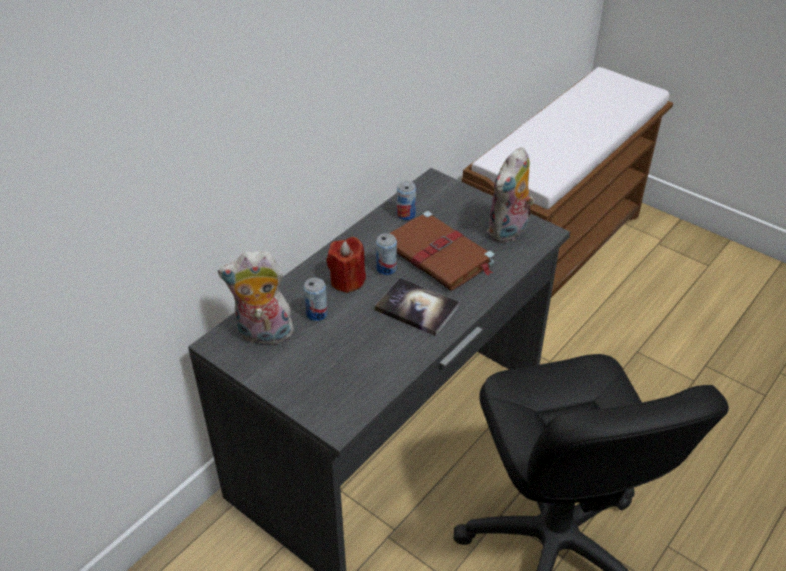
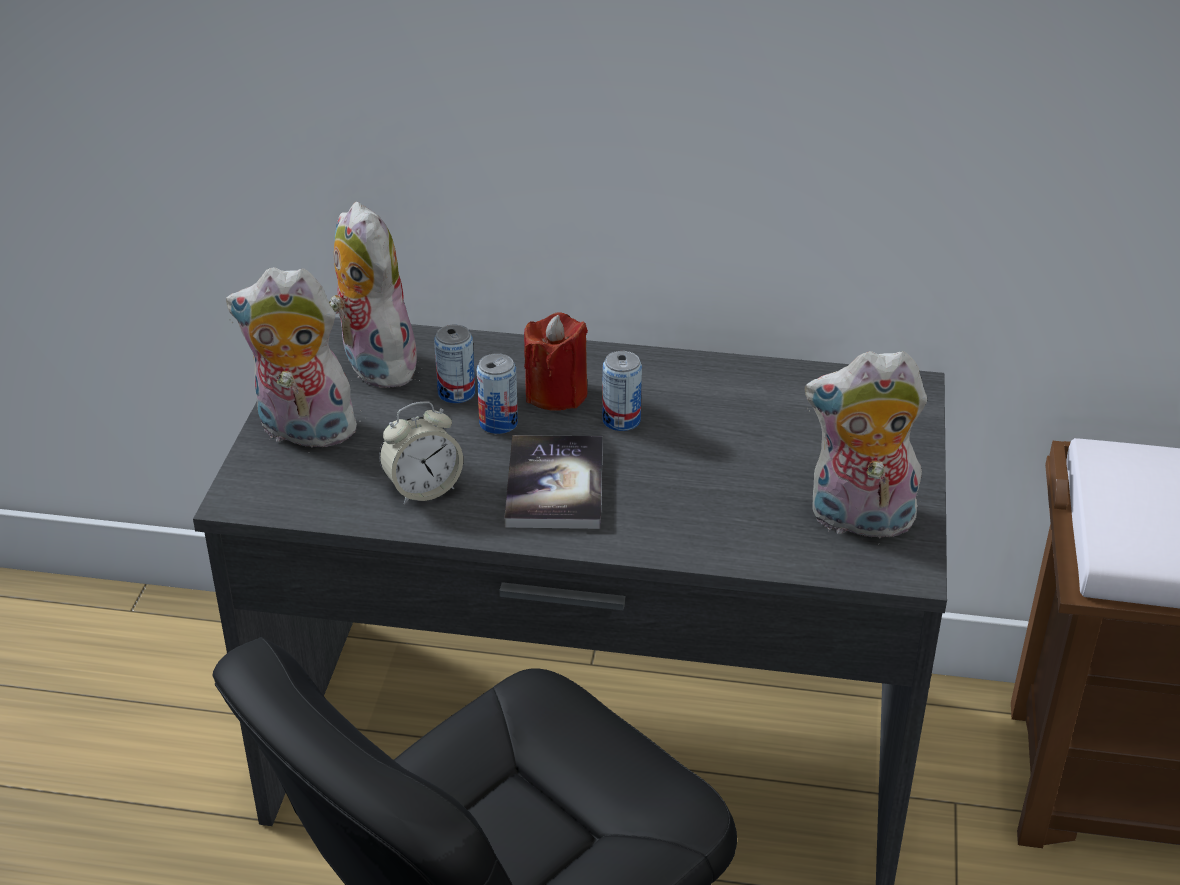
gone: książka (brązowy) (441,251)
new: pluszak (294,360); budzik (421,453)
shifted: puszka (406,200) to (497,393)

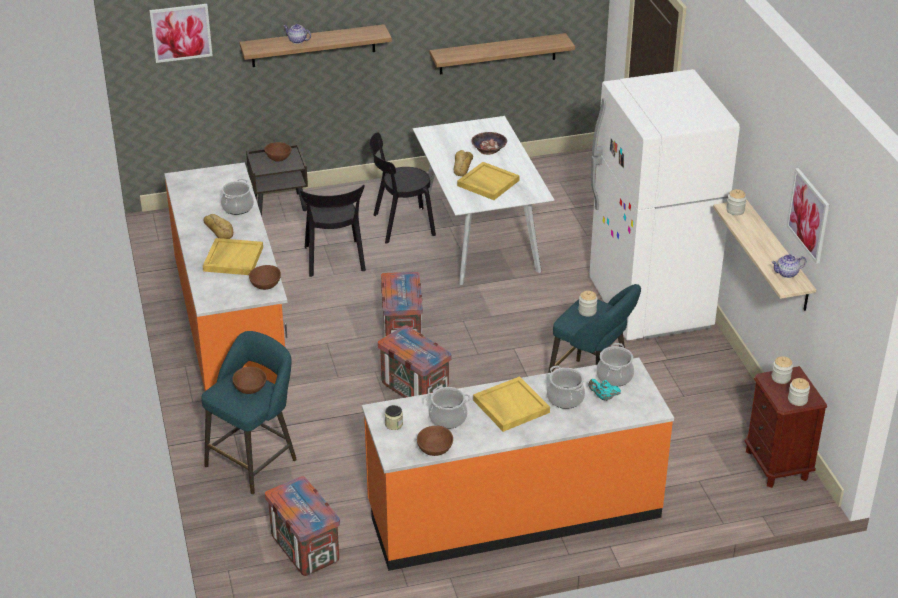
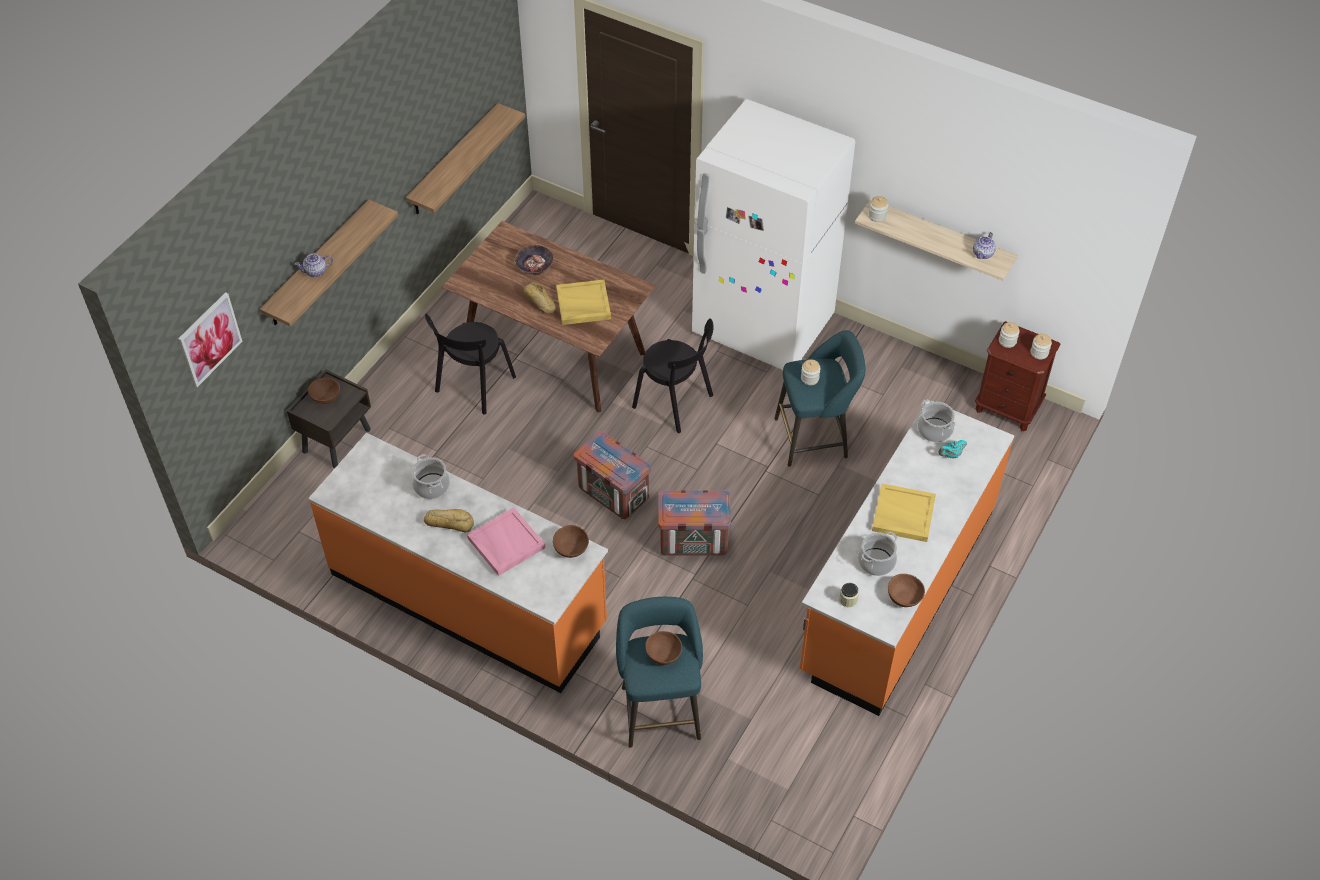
gone: skrzynka (302,526); garnek (566,387); obraz (808,216)
shifted: krzesło (czarny) (333,231) to (673,375)
repainted: taca (żółty) (233,256) to taca (różowy) (506,541); stół jadalny (biały) (483,200) to stół jadalny (brązowy) (548,317)

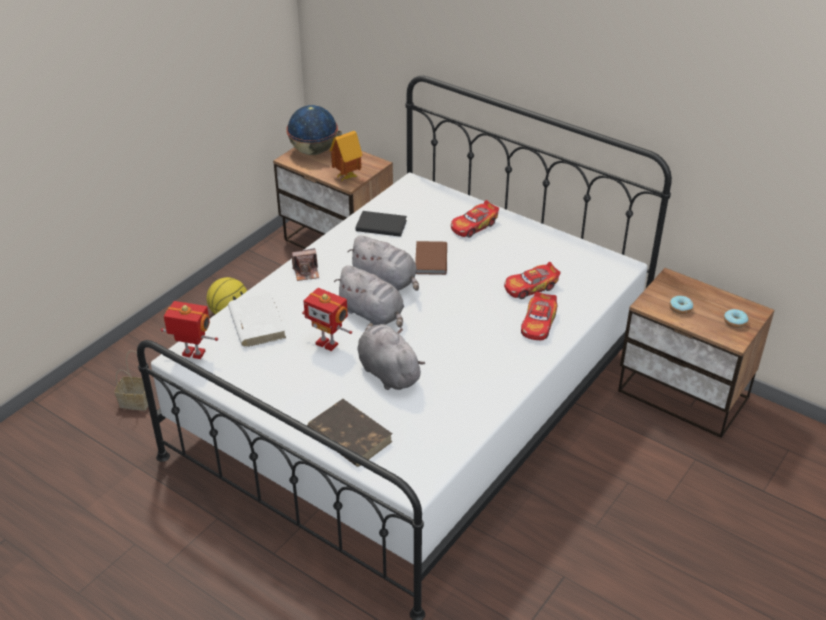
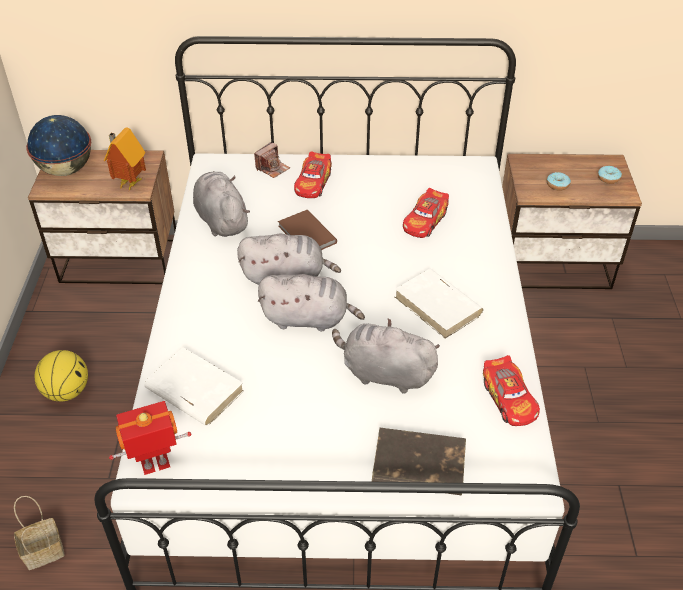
gone: robot zabawkowy (327,319)
new: książka (biały) (439,304)
shifted: aparat fotograficzny (305,264) to (272,160); samochodzik (539,316) to (511,390)
swapped: książka (czarny) (381,224) to pluszak (szary) (221,204)

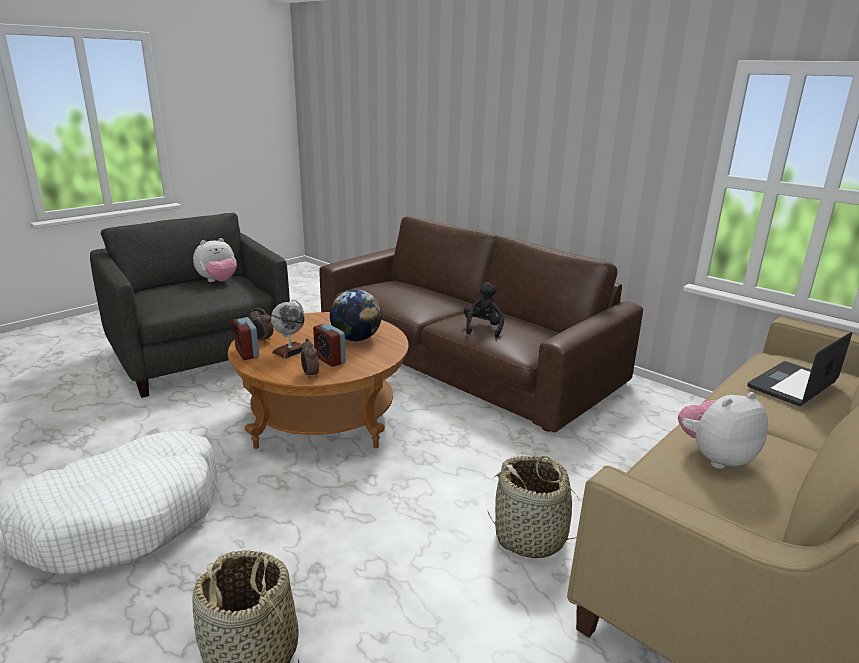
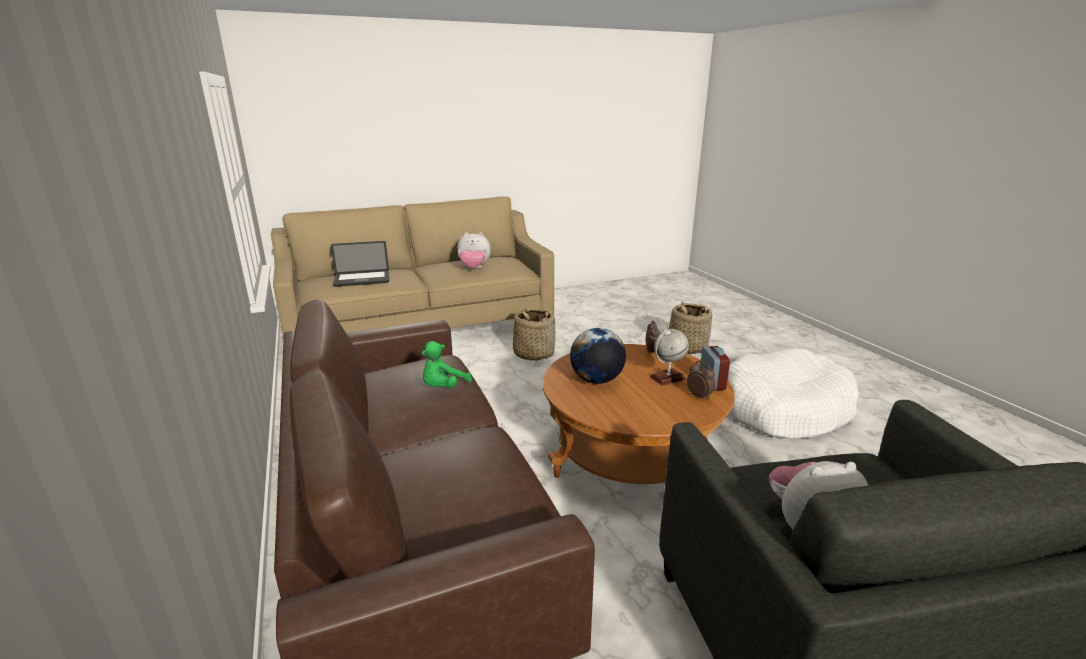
gone: budzik (329,345)
repainted: pluszak (czarny) (484,310) to pluszak (zielony) (446,364)

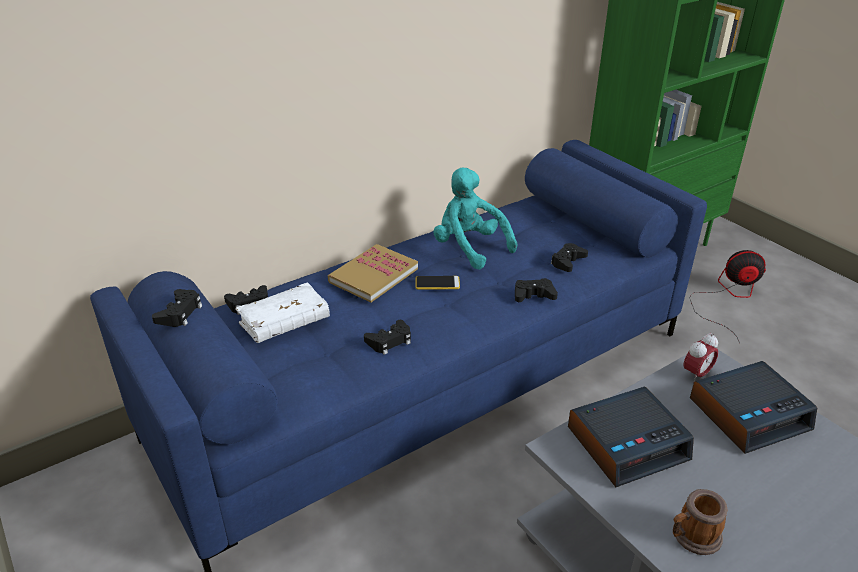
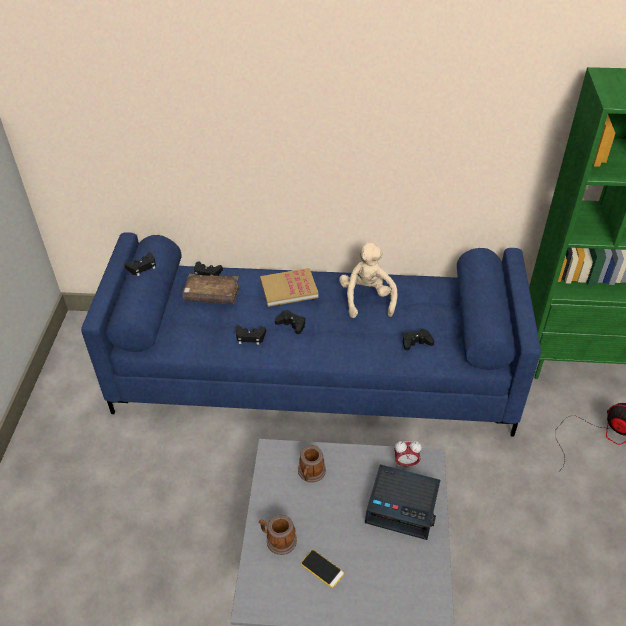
shifted: telefon (437,283) to (322,569); pad do gier (czarny) (536,290) to (290,322)
swapped: budzik (631,436) to kubek (312,464)
repainted: książka (biały) (282,313) to książka (brązowy) (211,289); pluszak (turkusowy) (475,218) to pluszak (beżowy) (368,280)

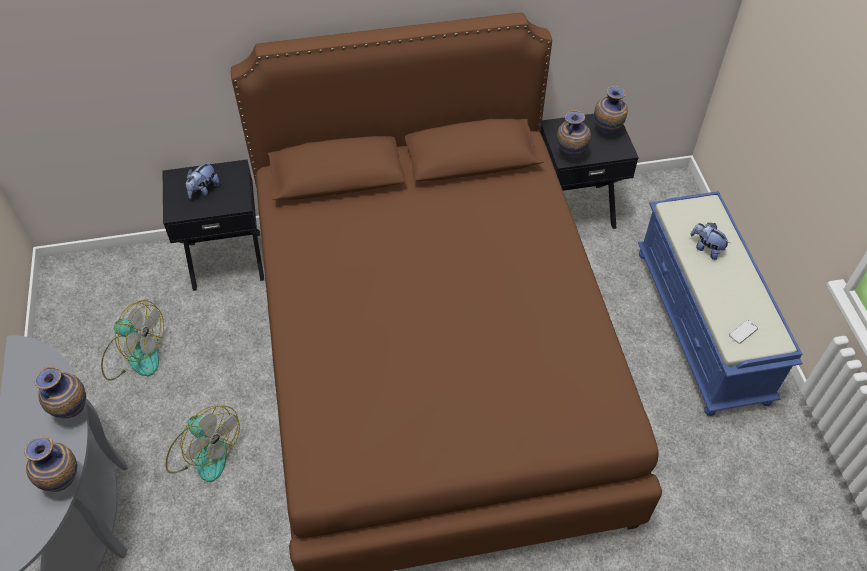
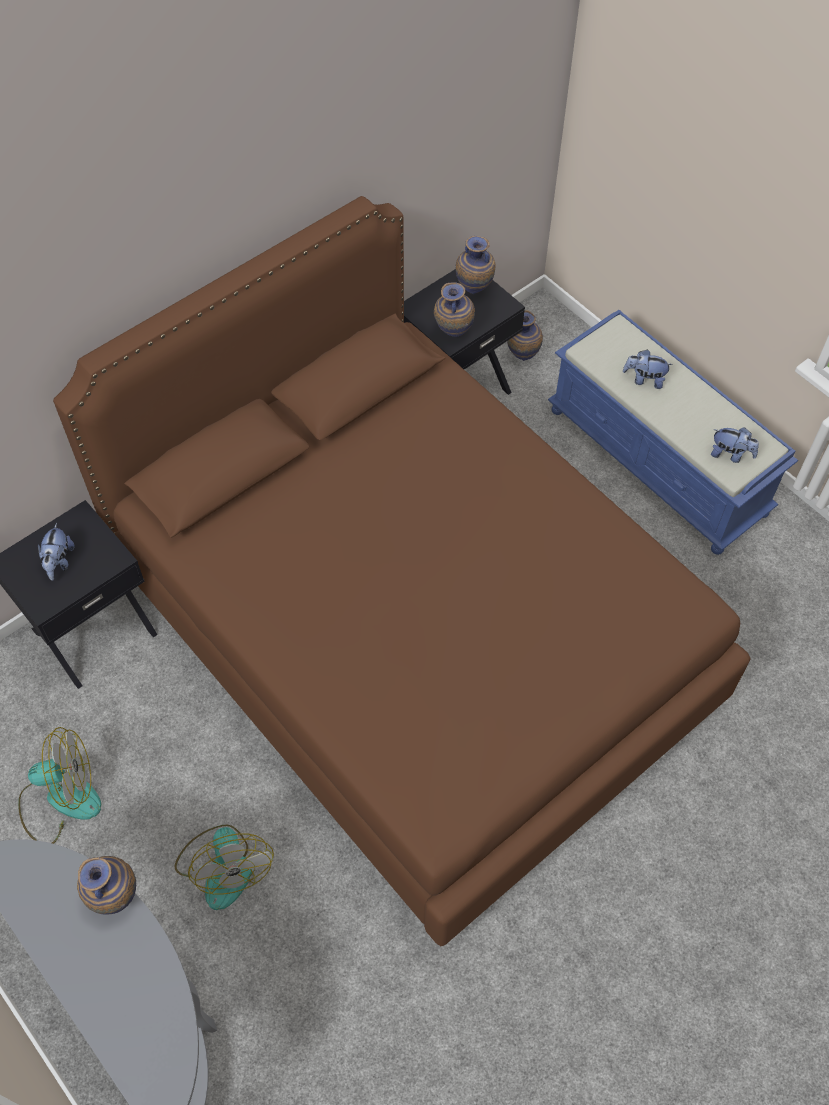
shifted: wazon (50,464) to (525,335)
swapped: telefon (743,332) to pluszak (735,445)
rotated: wentylator (203,443) = (224,867) 60 degrees clockwise

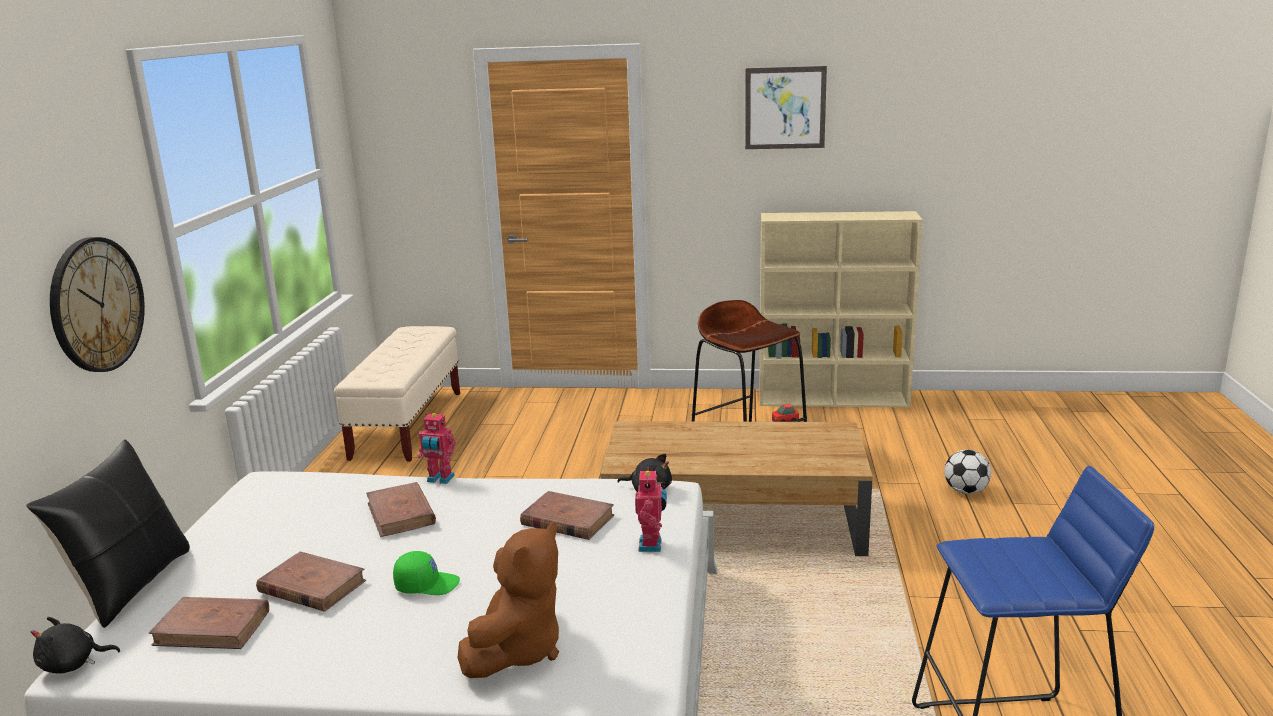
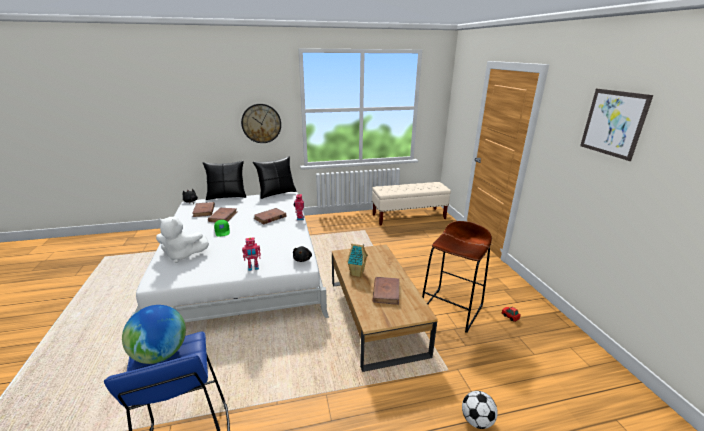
gone: regał (beżowy) (841,309)
new: globus (154,334); poduszka (czarny) (274,177); domek (357,260)
shifted: książka (brązowy) (567,515) to (386,291)
repainted: pluszak (brązowy) (508,600) to pluszak (biały) (182,240)

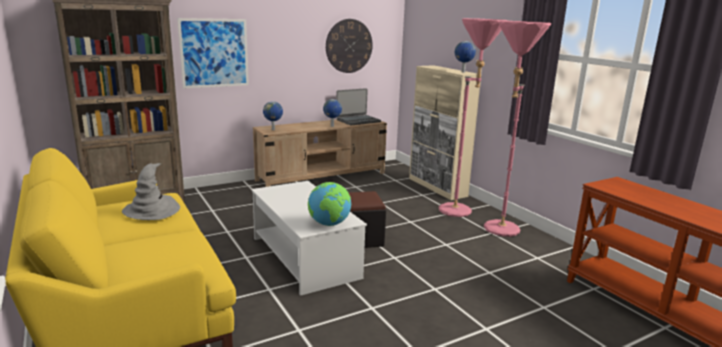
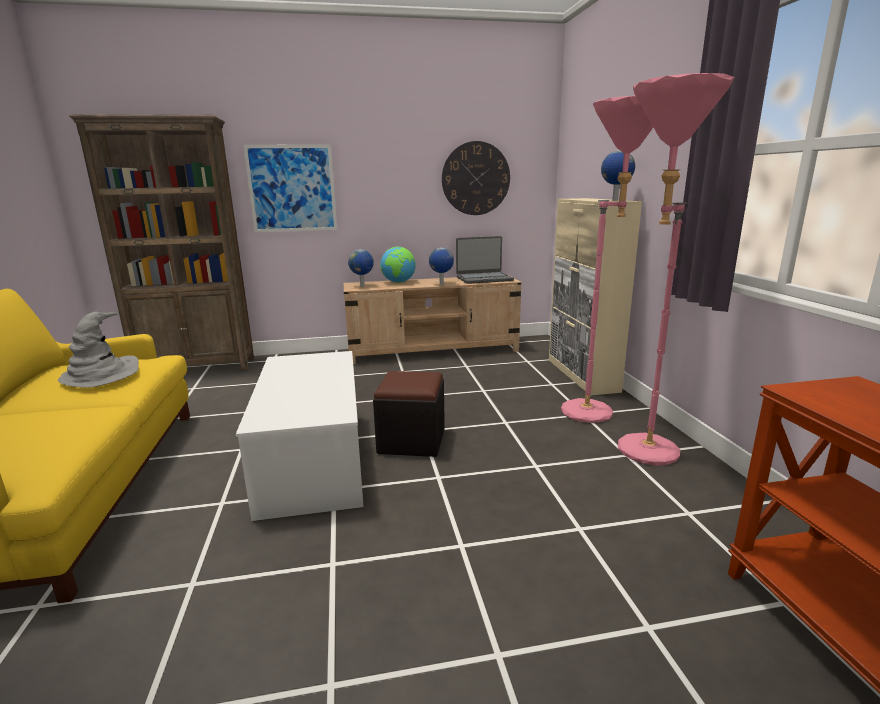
shifted: globus (329,204) to (398,265)

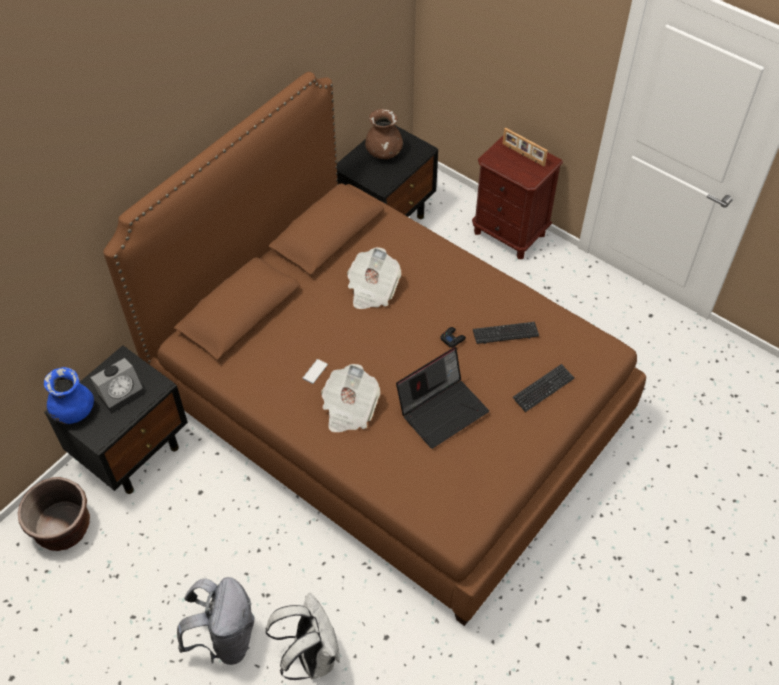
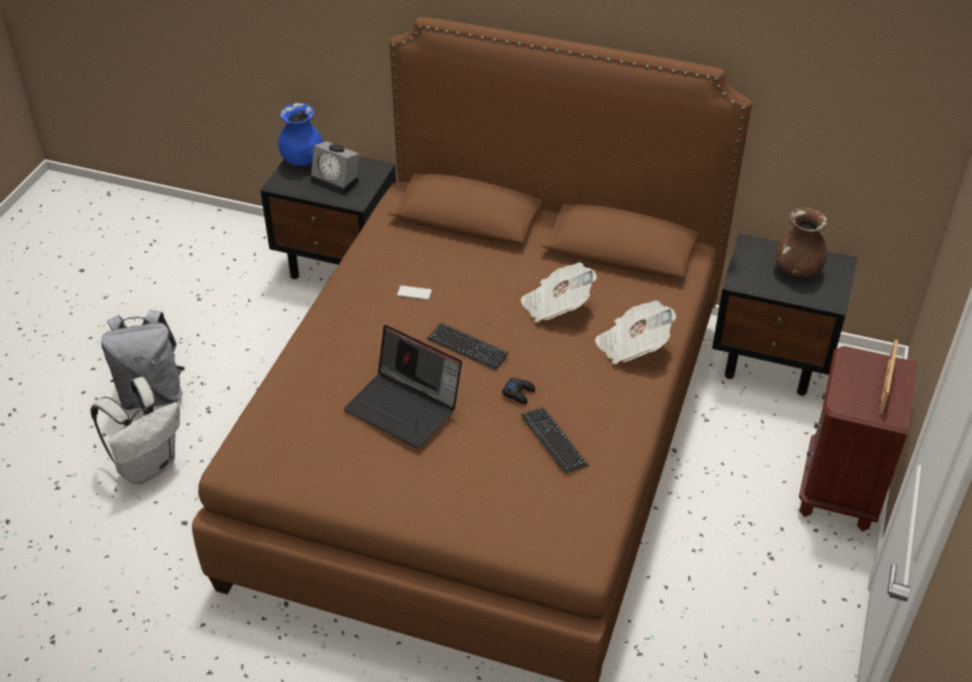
gone: donica (brązowy) (54,514)
shifted: gazeta (350,398) to (635,332); klawiatura (543,388) to (468,346)

